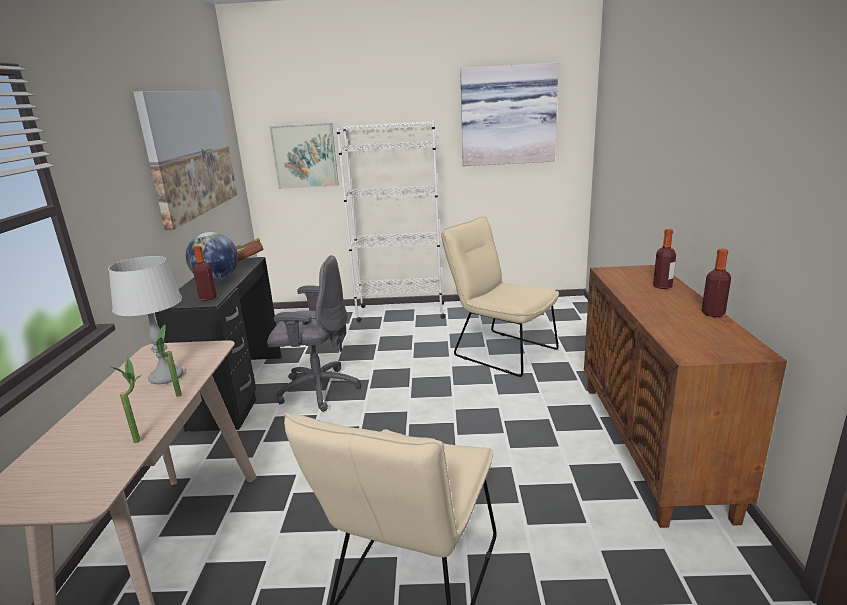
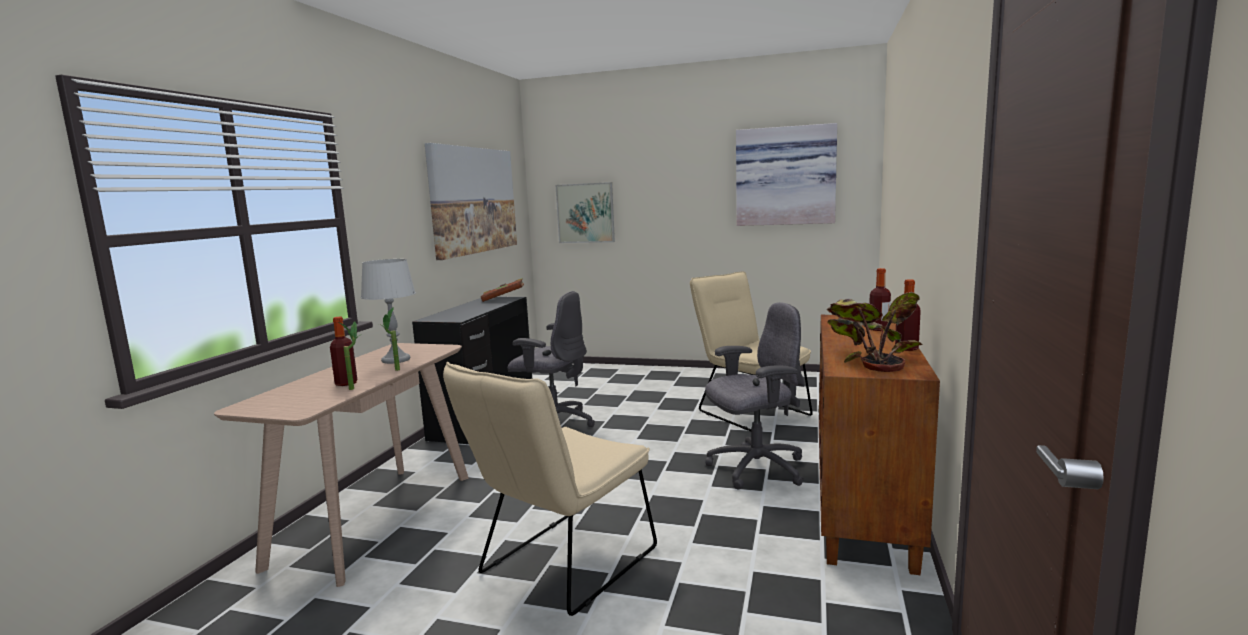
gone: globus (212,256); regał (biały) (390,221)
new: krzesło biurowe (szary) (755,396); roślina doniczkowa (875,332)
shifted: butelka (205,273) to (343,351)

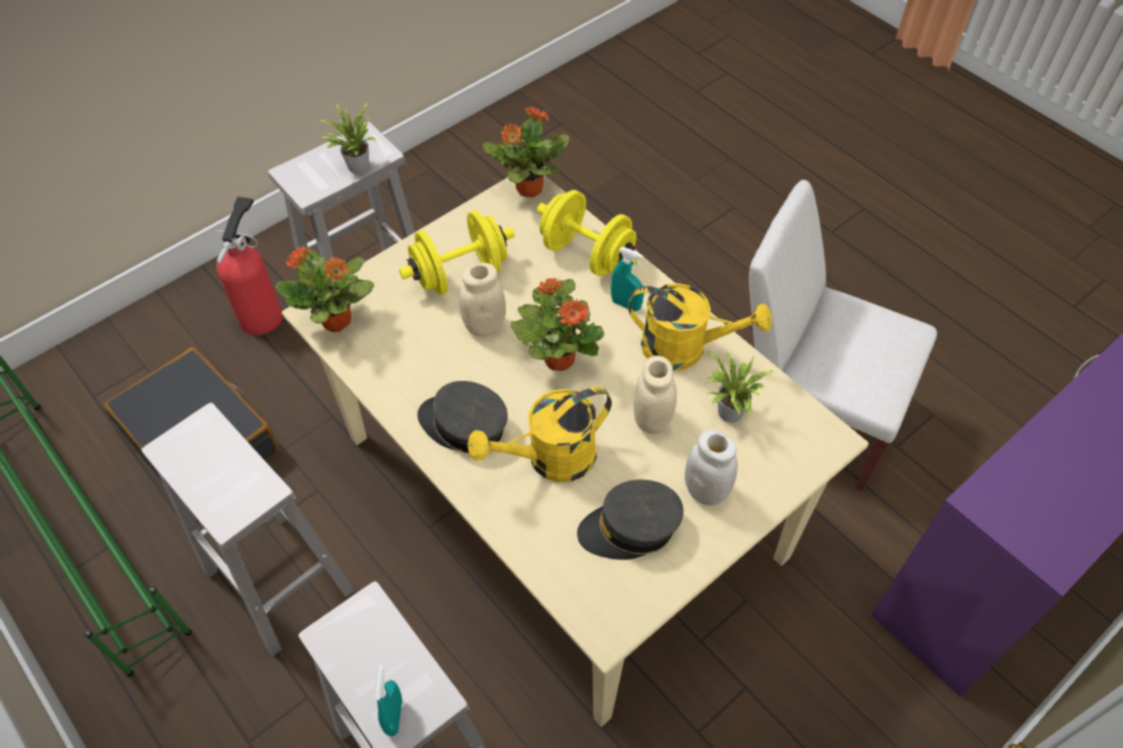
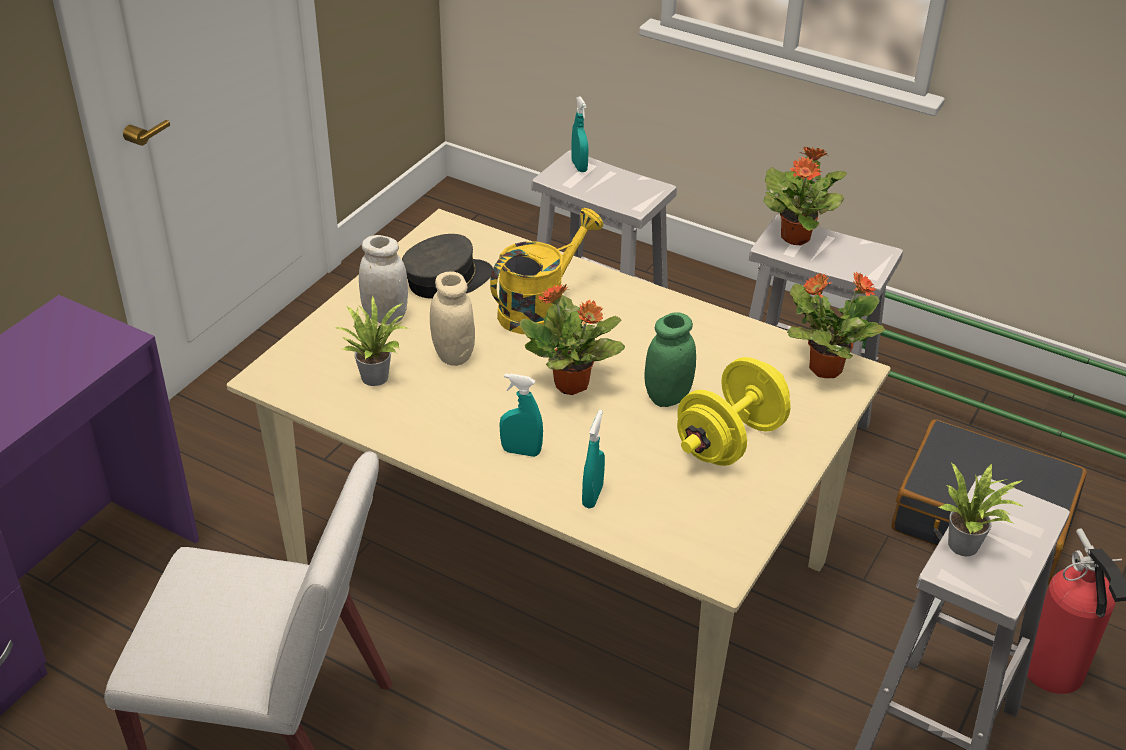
gone: czapka z daszkiem (szary) (462,417); konewka (żółty) (700,327)
shifted: roślina doniczkowa (525,152) to (805,196)
swapped: hantel (żółty) (588,233) to spryskiwacz (turkusowy) (593,459)
repainted: słoik (beżowy) (482,300) to słoik (zielony) (670,359)

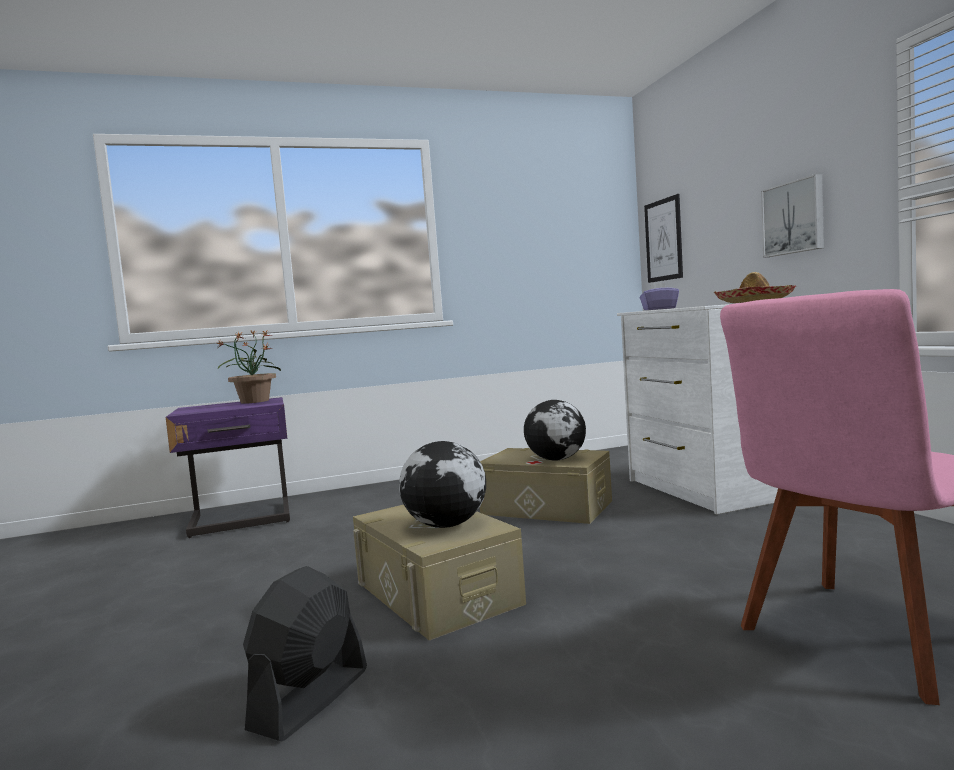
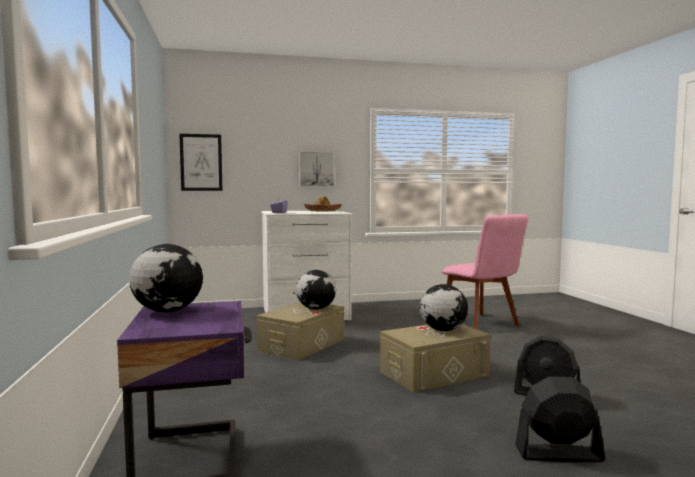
new: wentylator (czarny) (560,419)
swapped: roślina doniczkowa (248,367) to globus (166,278)

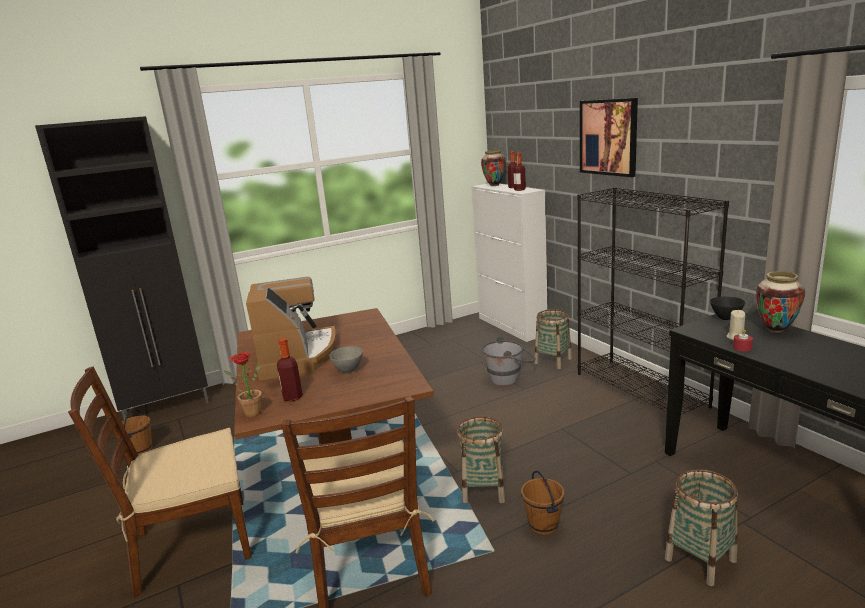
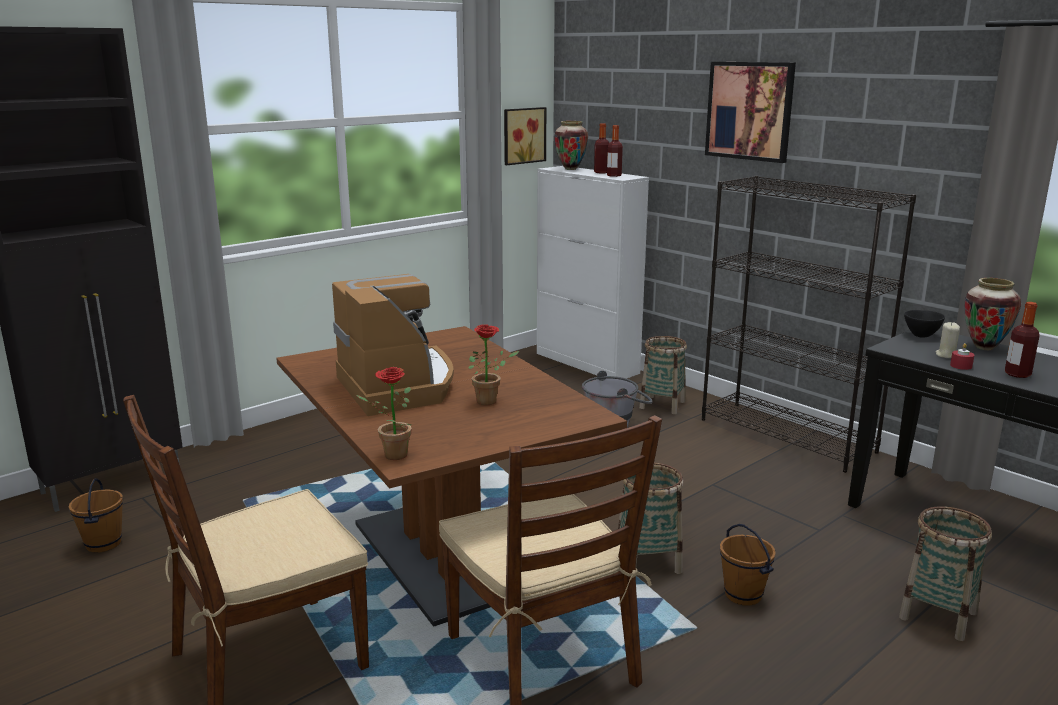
new: obraz (525,136)
shifted: butelka (290,369) to (1022,340)
swapped: miska (szary) (346,359) to roślina doniczkowa (494,364)

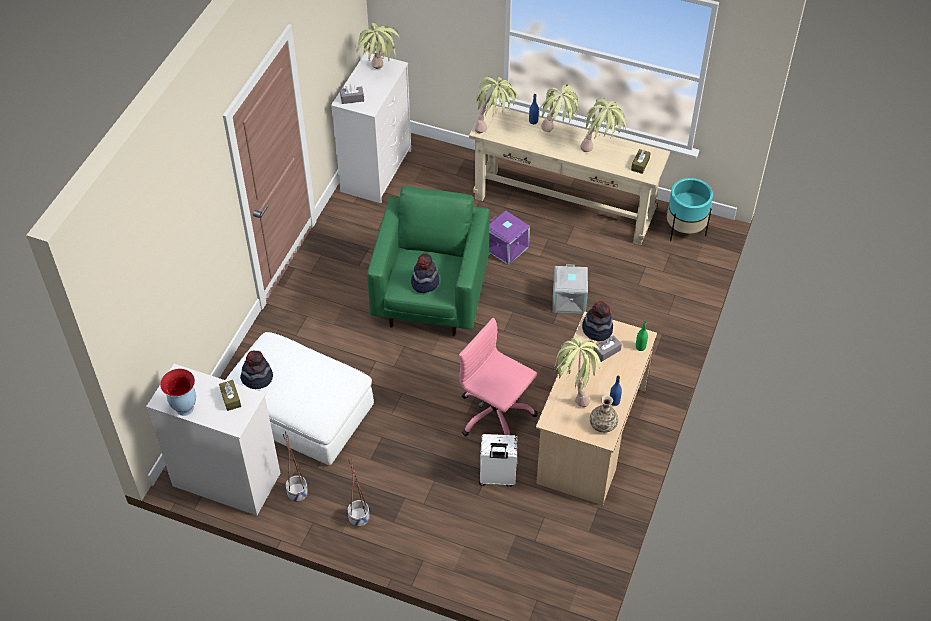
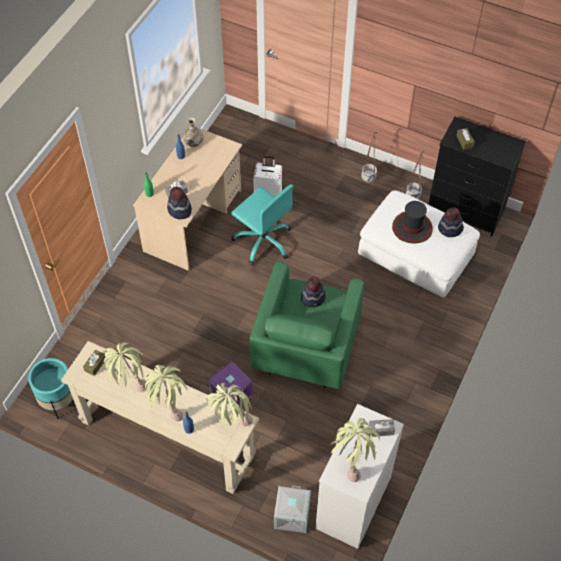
gone: wazon (178,392); roślina doniczkowa (578,371)
new: kapelusz (412,222)
shifted: pojemnik do przechowywania (szary) (570,289) to (292,509)
repainted: komoda (biały) (213,440) to komoda (czarny) (477,177); krzesło biurowe (różowy) (498,377) to krzesło biurowe (turkusowy) (262,224)

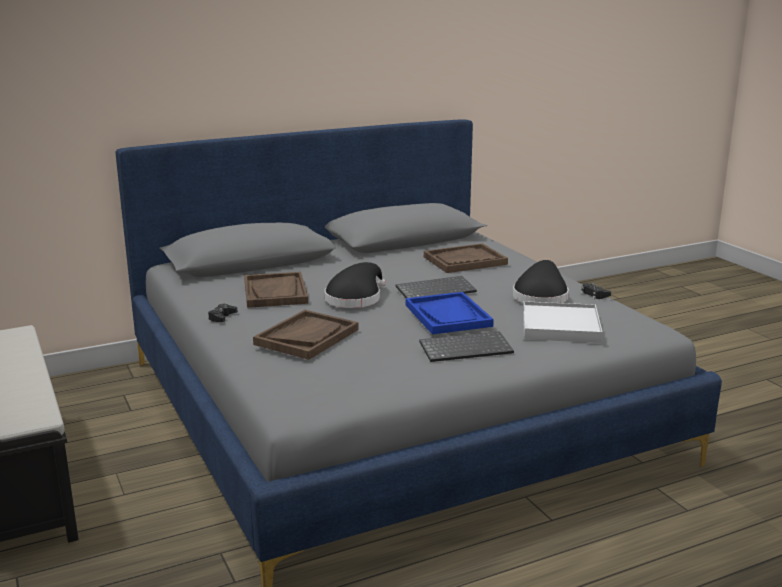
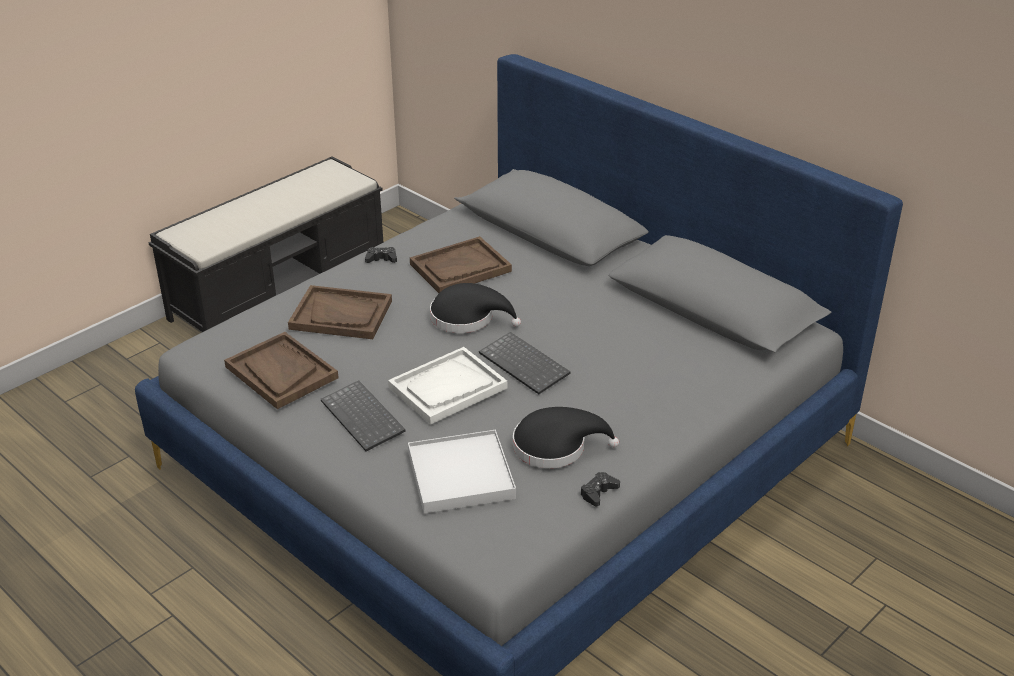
shifted: taca (brązowy) (466,258) to (281,370)
repainted: taca (niebieski) (450,313) to taca (biały) (447,386)

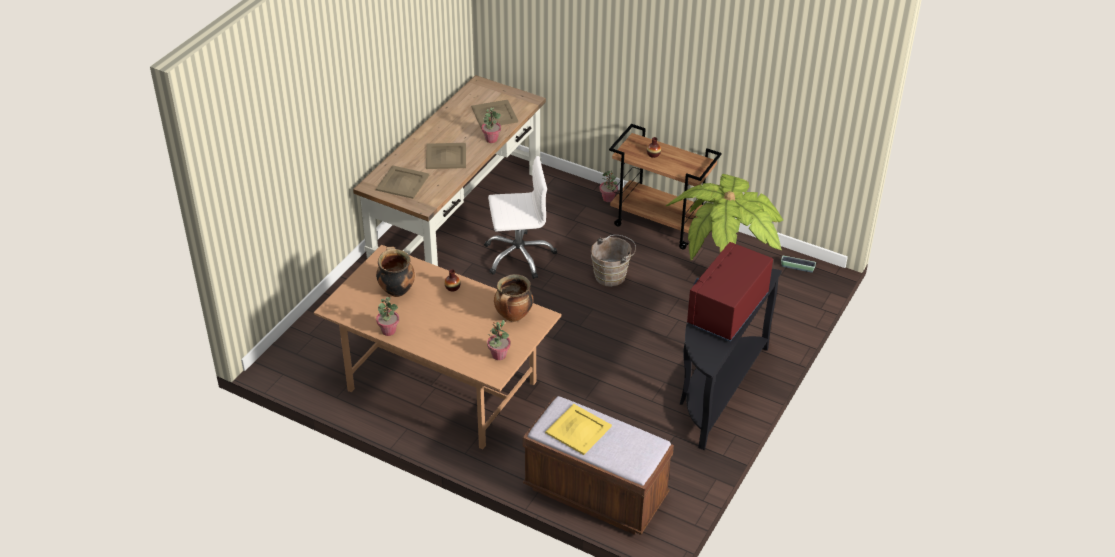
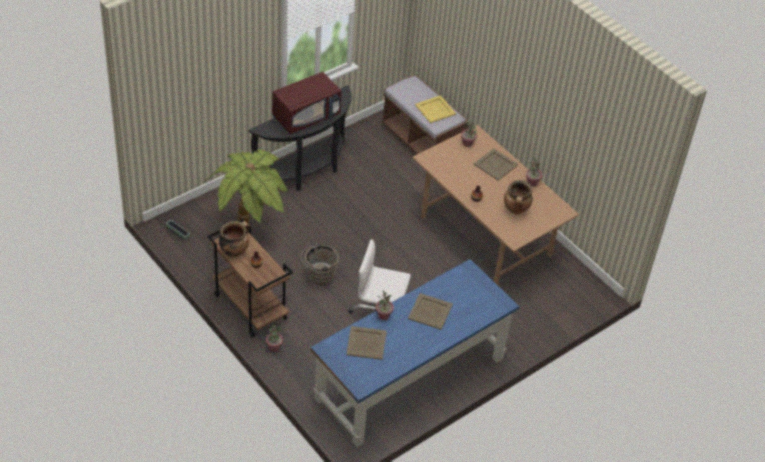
shifted: taca (beżowy) (402,182) to (496,164); garnek (513,298) to (234,239)
repainted: biurko (brązowy) (449,170) to biurko (niebieski) (414,353)

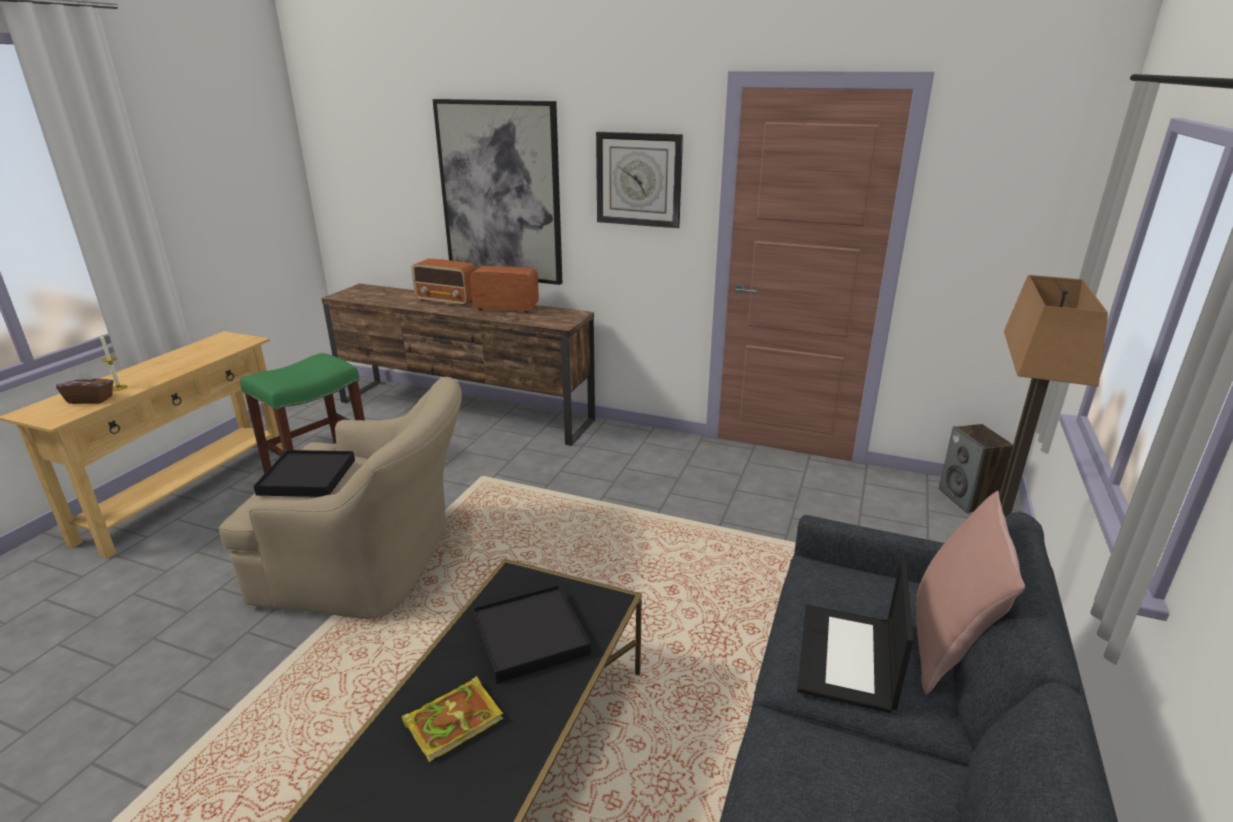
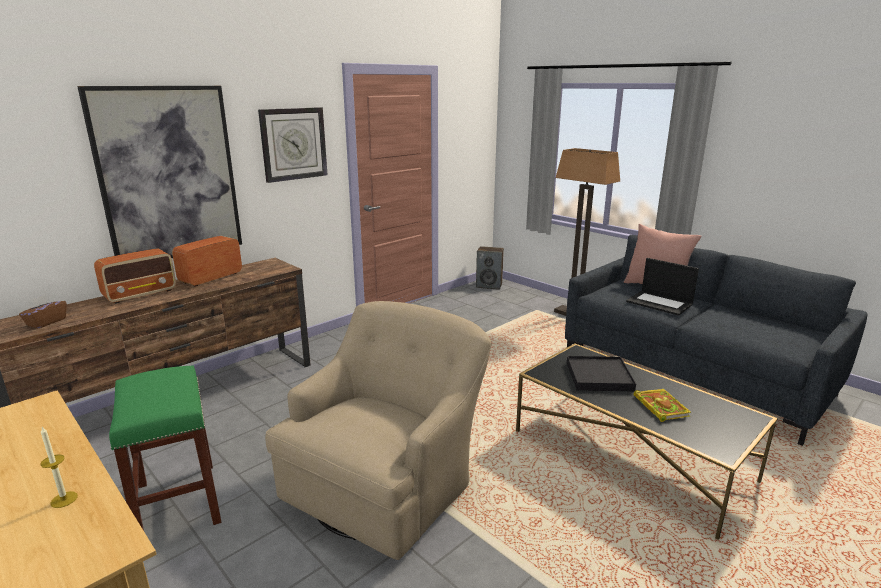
gone: taca (czarny) (304,473)
shifted: pudełko chusteczek (brązowy) (84,386) to (42,311)

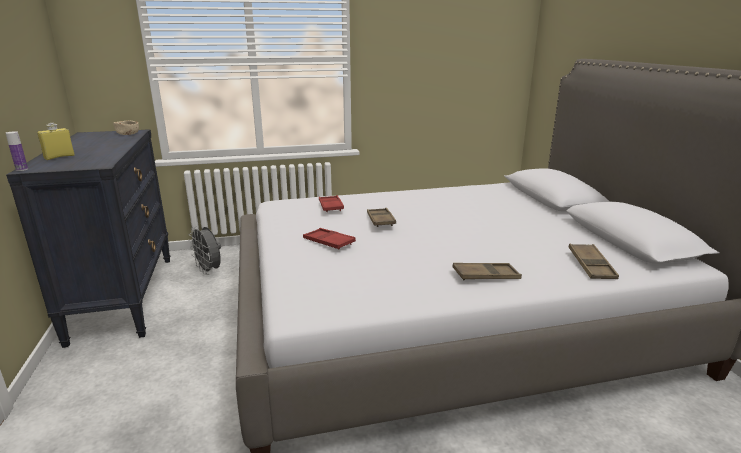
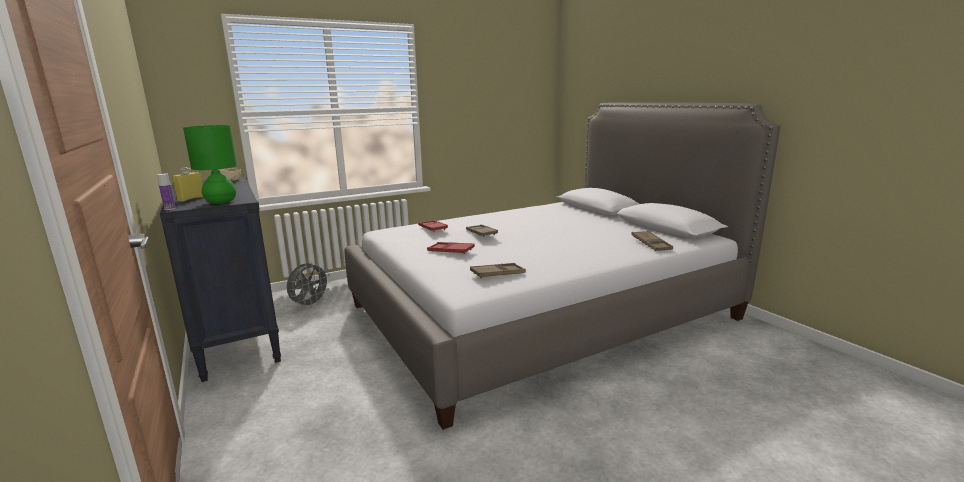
new: lampa stołowa (zielony) (210,164)
shifted: taca (brązowy) (487,271) to (498,270)
rotated: wentylator (szary) (204,250) = (309,285) 90 degrees counterclockwise

